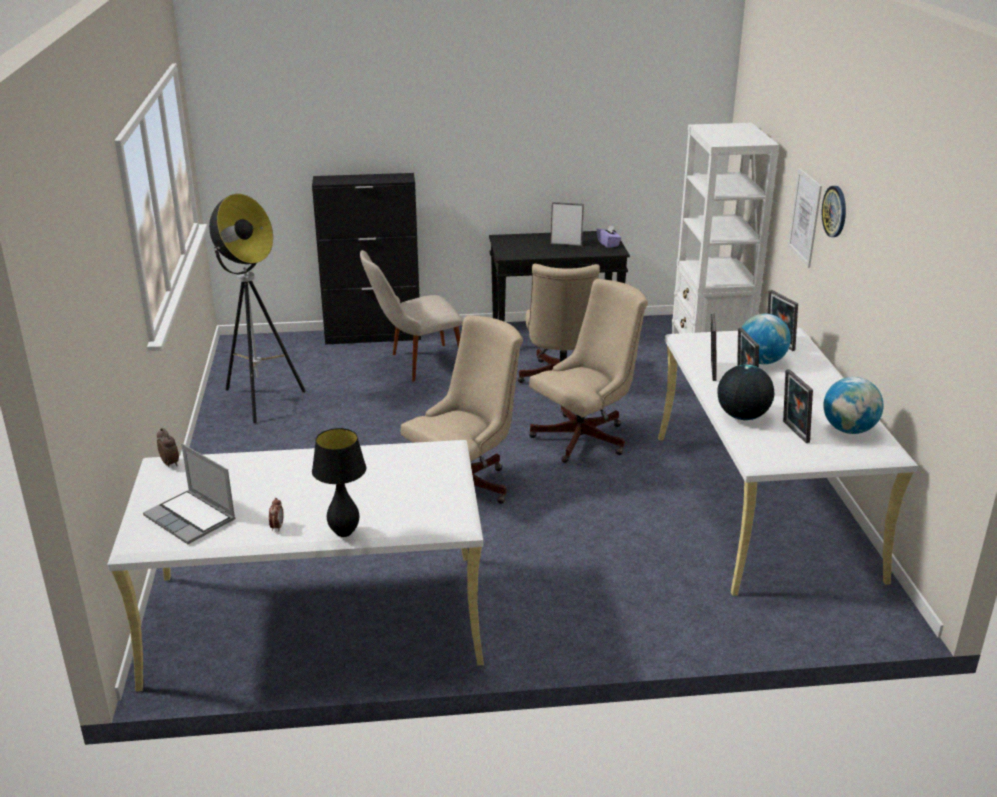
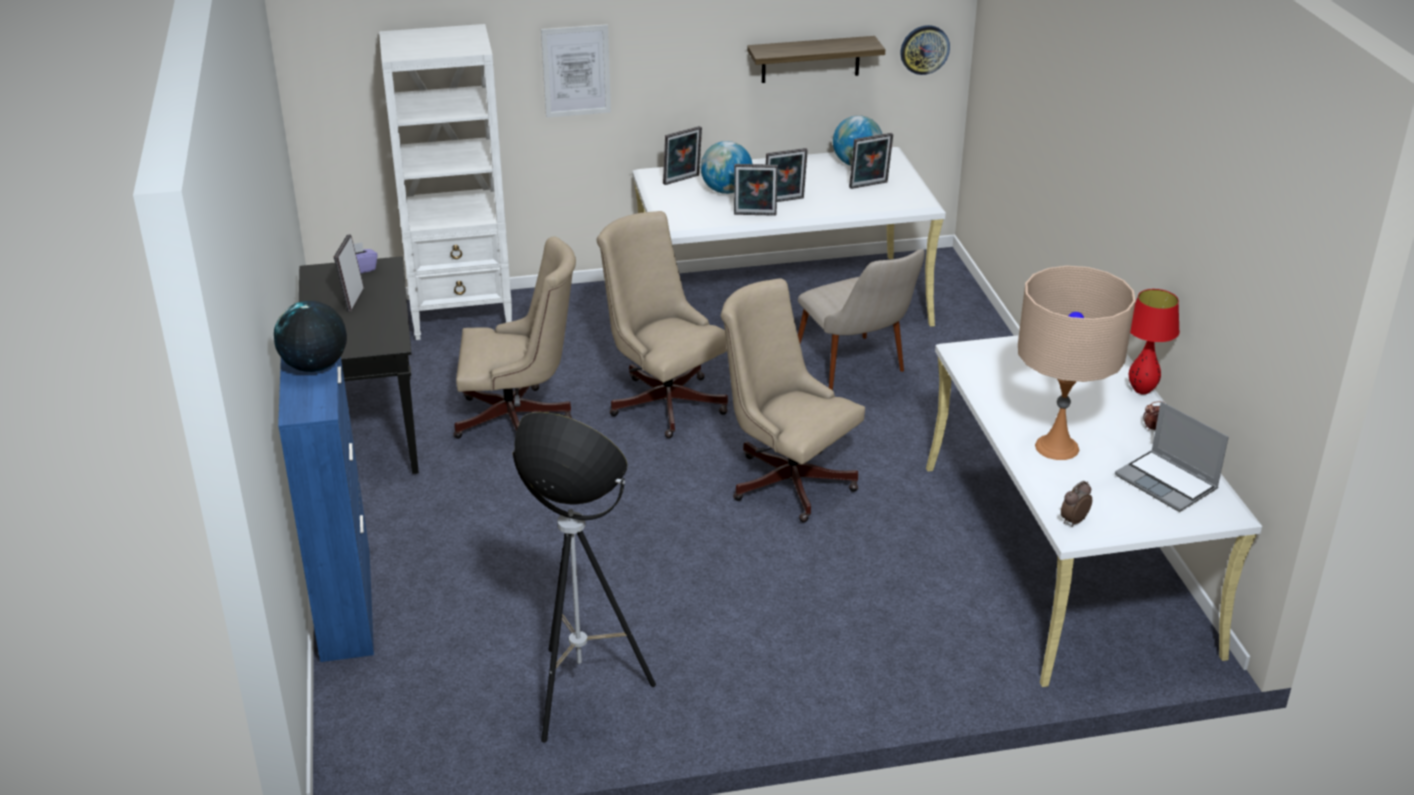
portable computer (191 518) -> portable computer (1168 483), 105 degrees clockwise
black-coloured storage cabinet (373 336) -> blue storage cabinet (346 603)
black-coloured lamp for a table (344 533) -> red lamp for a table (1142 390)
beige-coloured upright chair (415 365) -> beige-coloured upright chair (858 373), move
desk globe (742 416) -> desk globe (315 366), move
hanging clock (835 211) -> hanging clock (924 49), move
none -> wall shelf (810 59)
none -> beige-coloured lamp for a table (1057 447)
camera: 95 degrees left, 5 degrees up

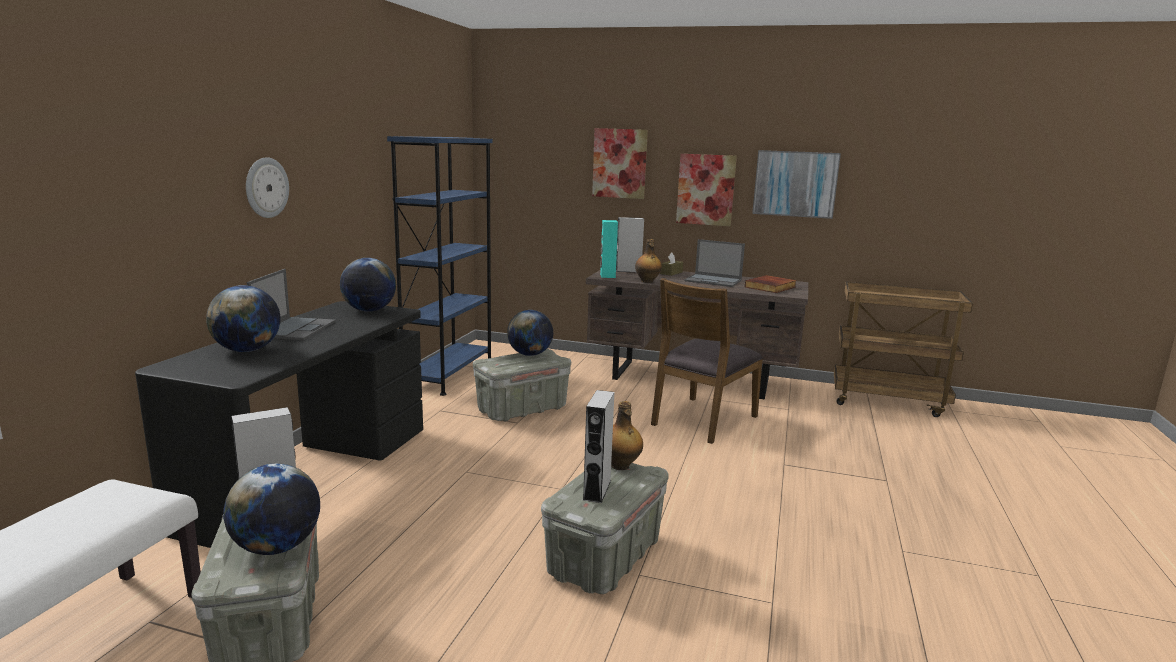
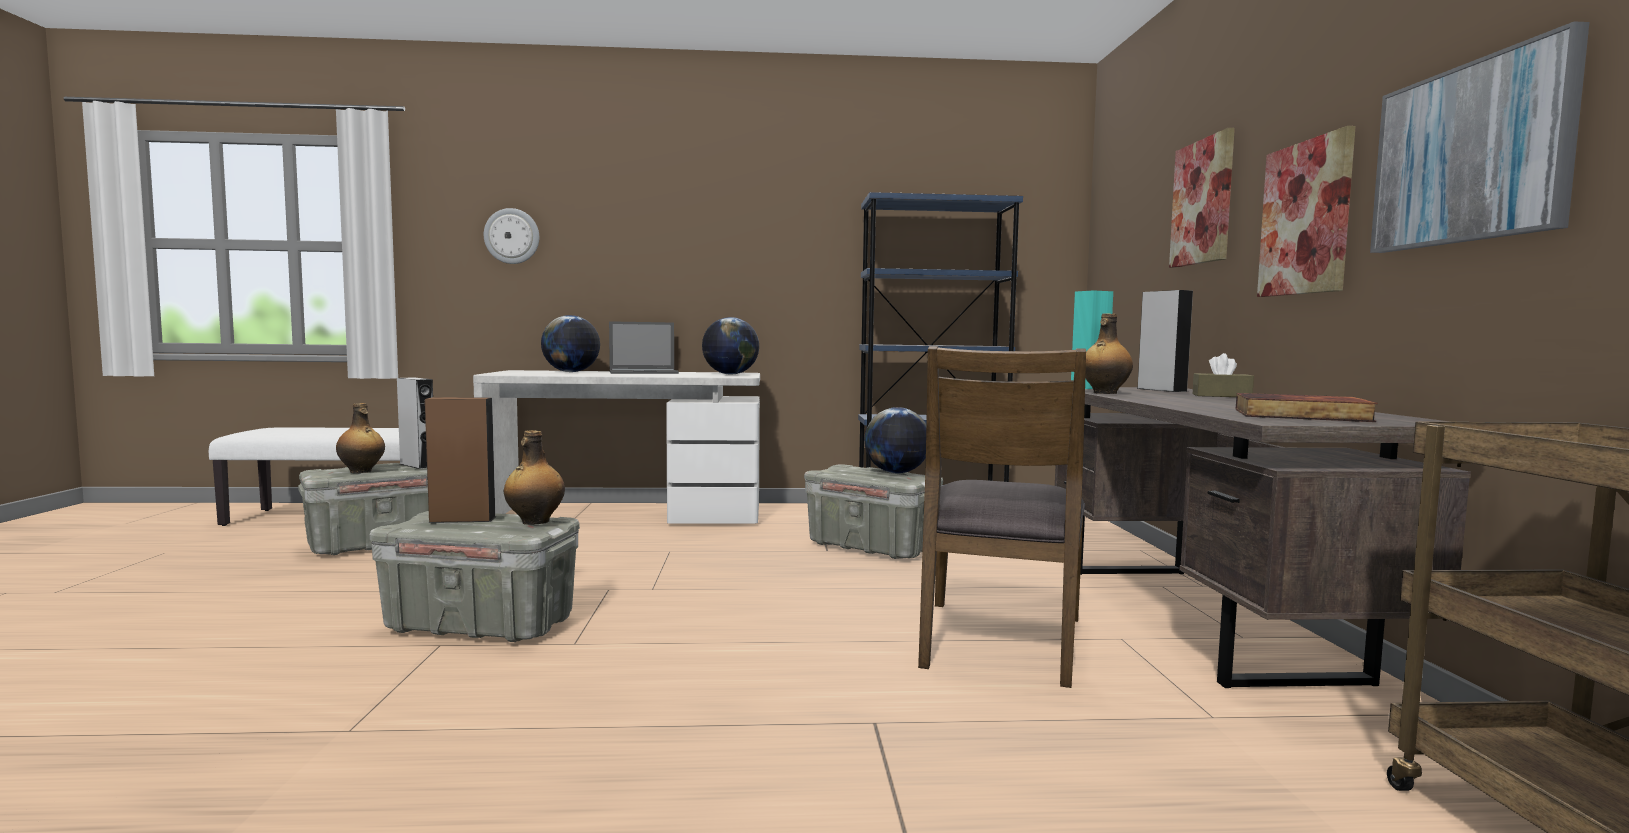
black-coloured desk (311 474) -> whitish desk (628 514)
desk globe (277 547) -> beverage bottle (361 471)
hanging clock (266 187) -> hanging clock (512 236), move
greyish speaker (597 490) -> brownish speaker (462 519)
brownish upright chair (702 420) -> brownish upright chair (999 641), 90 degrees counterclockwise
portable computer (714 281) -> none
camera: 70 degrees right, 10 degrees down

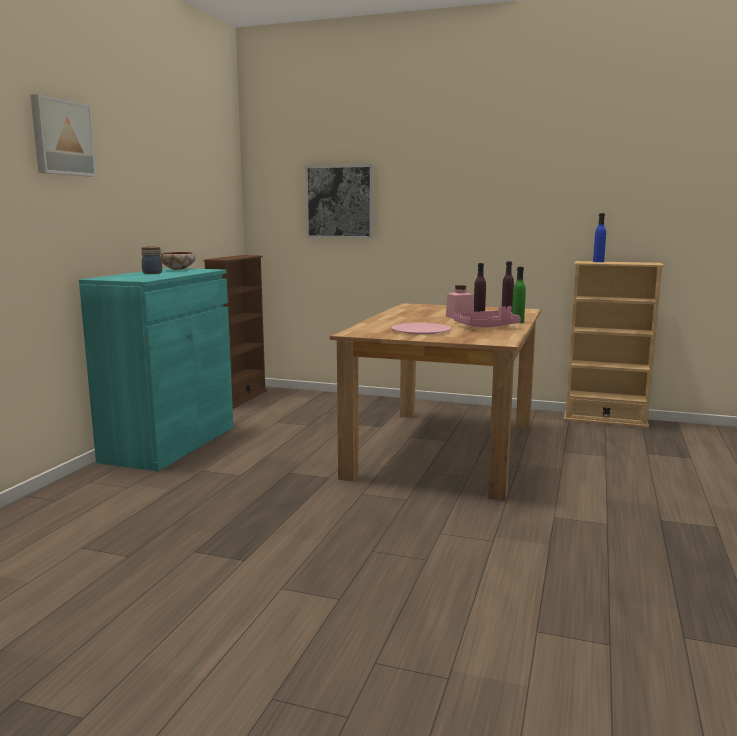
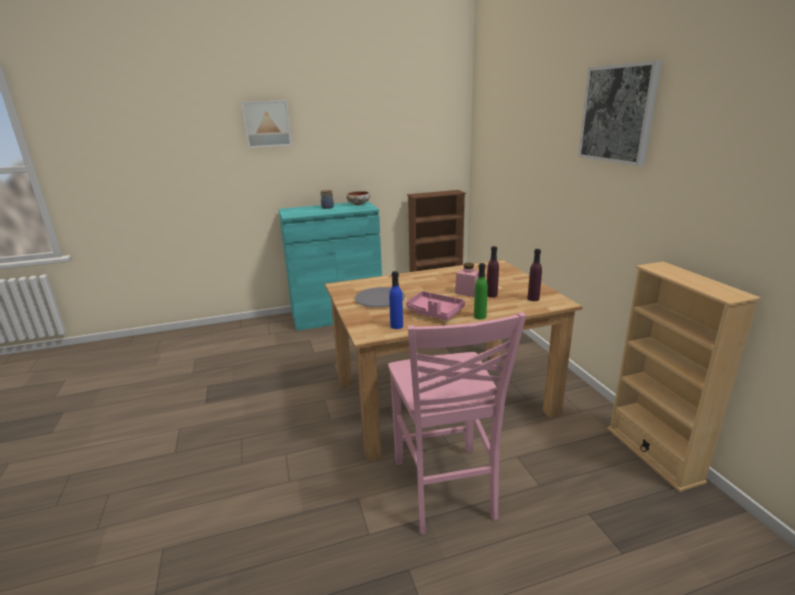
picture (340 202) -> picture (617 114), move
pinkish dinner plate (421 331) -> greyish dinner plate (379 299)
blue beverage bottle (598 261) -> blue beverage bottle (396 326), move
none -> pinkish upright chair (445 490)
camera: 55 degrees right, 10 degrees up

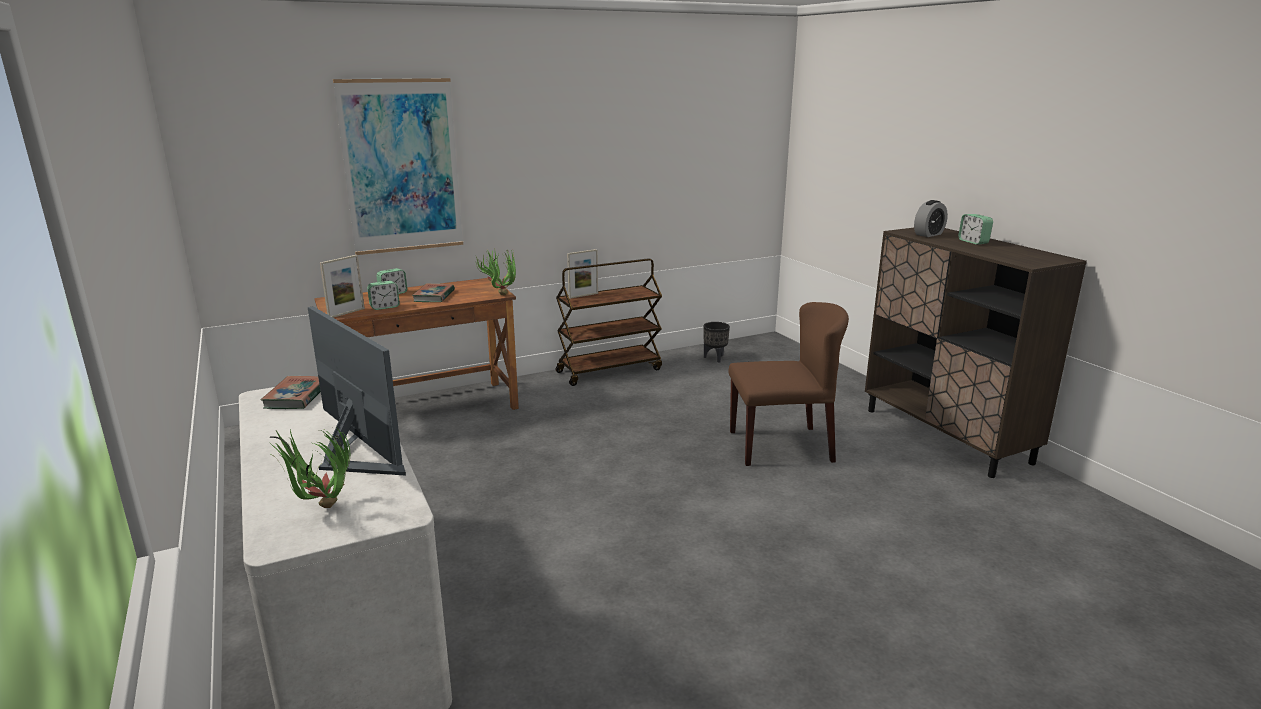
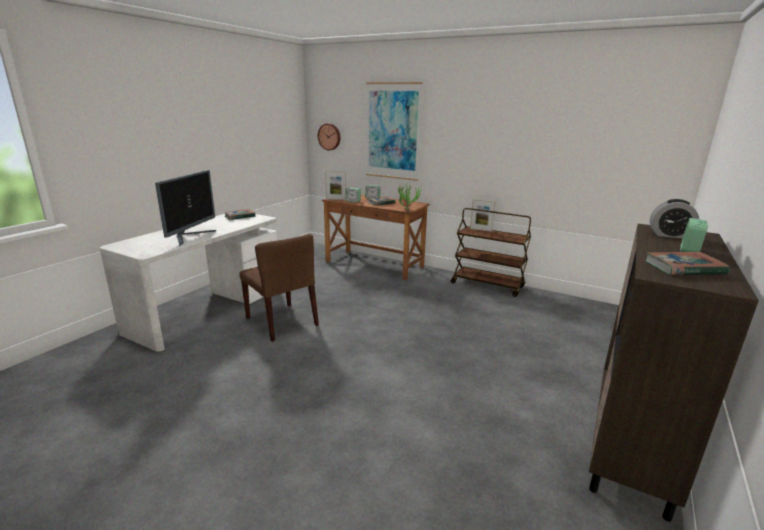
houseplant (319 511) -> none
black-coloured planter (715 358) -> none
brownish upright chair (781 446) -> brownish upright chair (282 322), move
none -> hanging clock (329 136)
none -> bound book (683 268)
camera: 55 degrees right, 0 degrees up

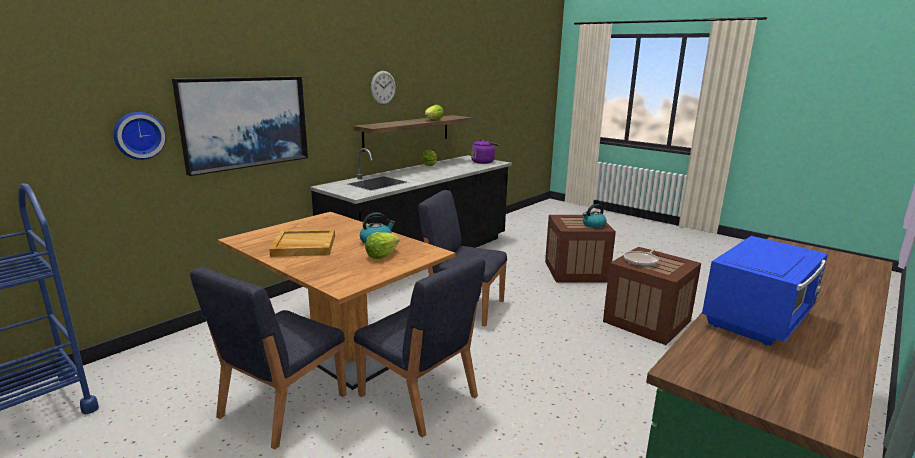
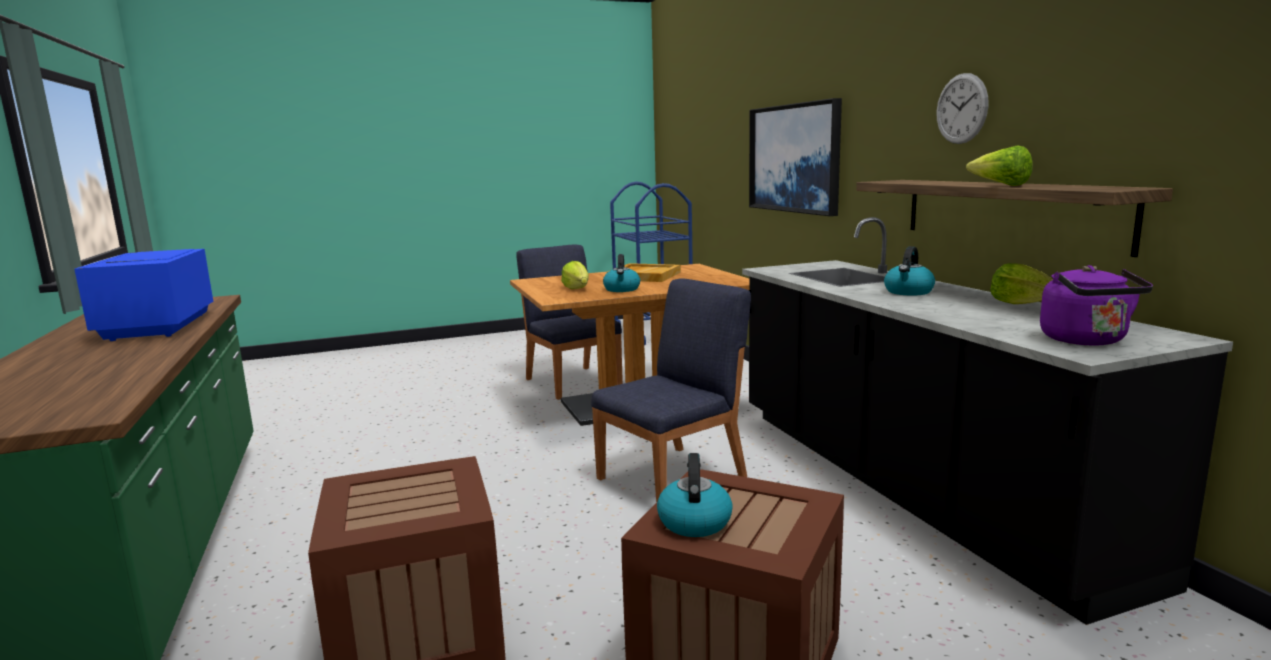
hanging clock (138 135) -> none
blue upright chair (418 397) -> none
frying pan (641 261) -> none
none -> water kettle (908 292)
camera: 120 degrees right, 5 degrees down

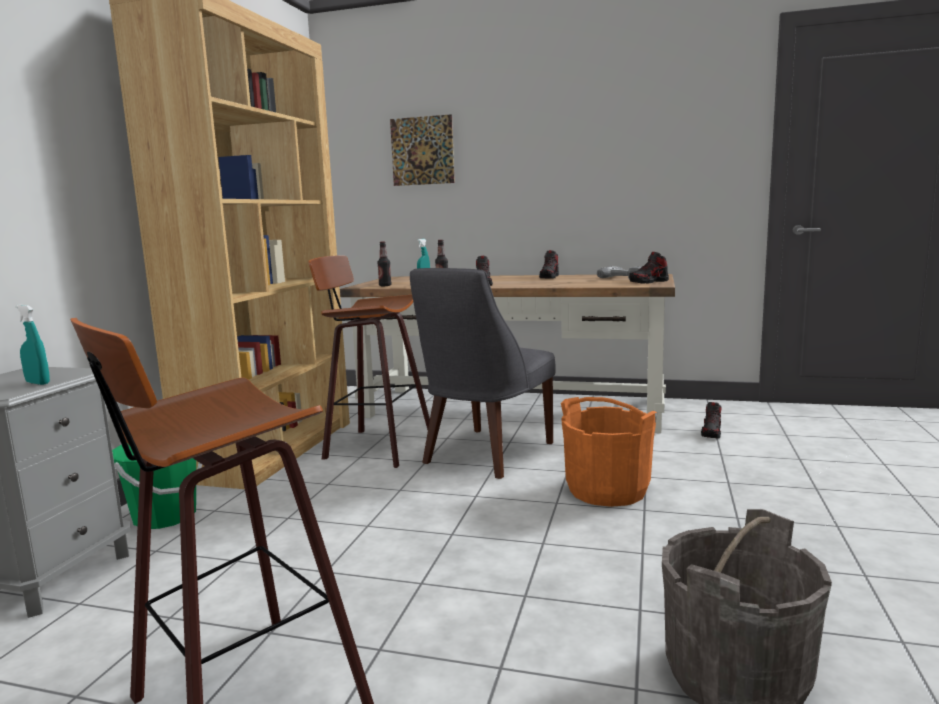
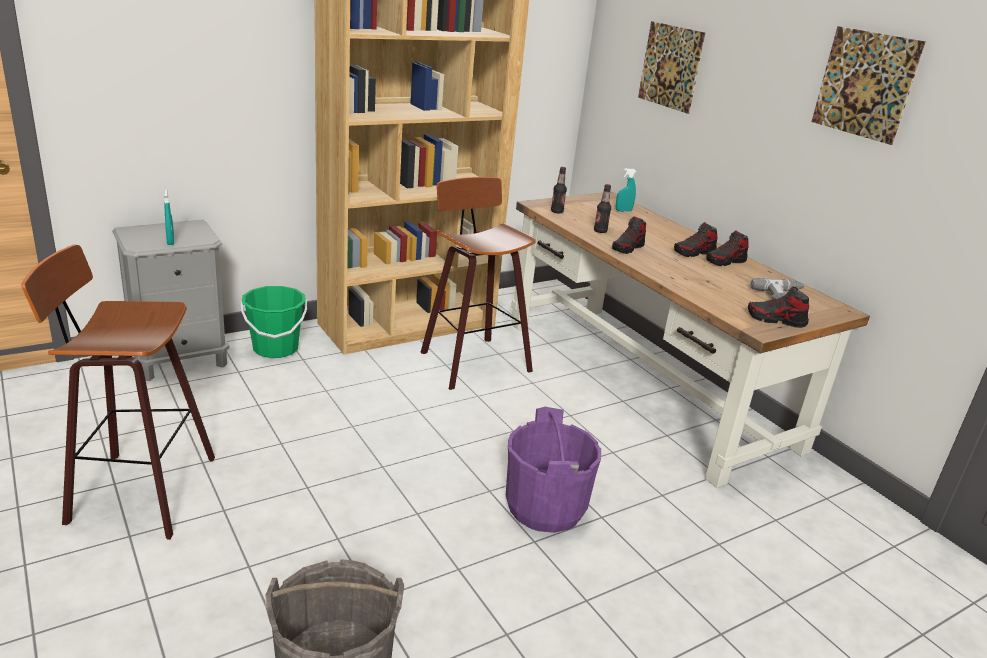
greyish upright chair (484 455) -> none
orangey water bucket (607 490) -> purple-coloured water bucket (545 507)
shoe (711 433) -> shoe (694 253), move
none -> picture (865 84)
camera: 40 degrees right, 15 degrees up

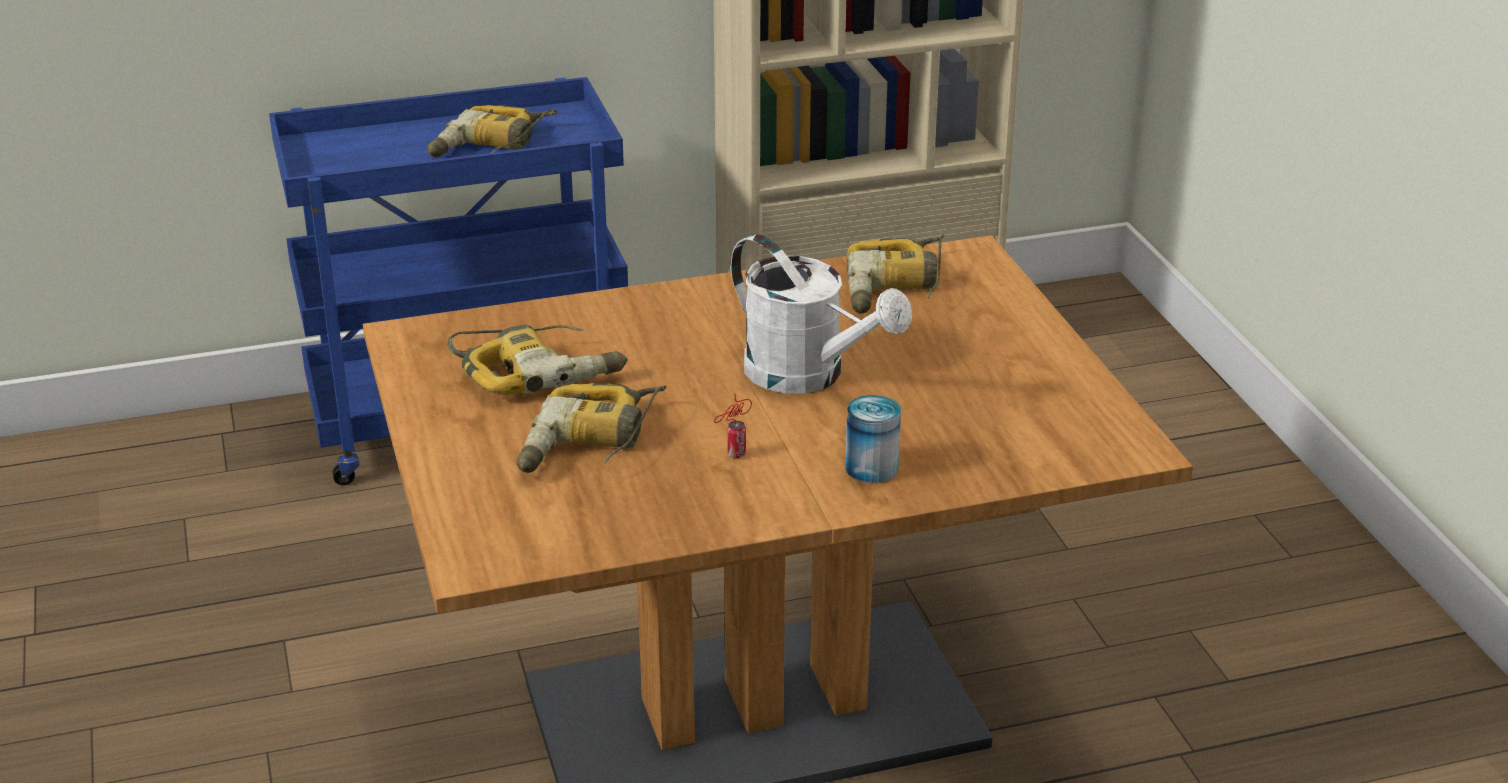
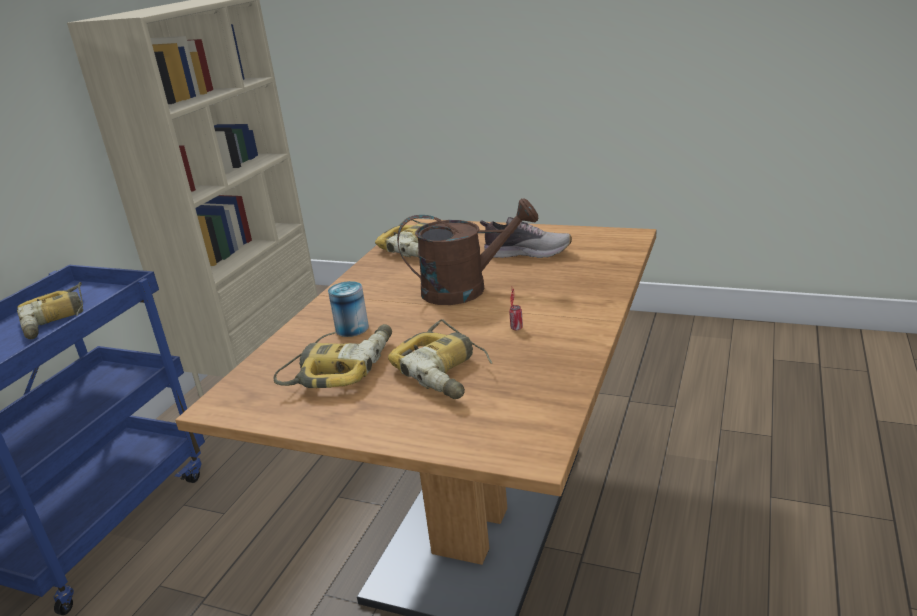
whitish watering can (808 376) -> brownish watering can (466 289)
metal can (871 468) -> metal can (352 328), move
none -> shoe (527 253)
camera: 50 degrees left, 5 degrees down

